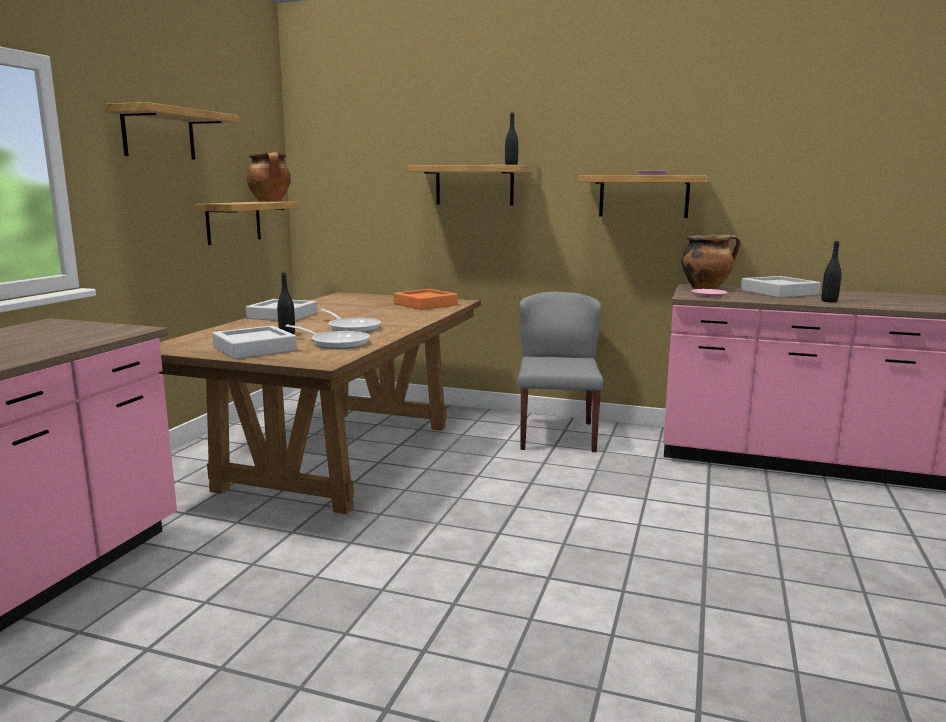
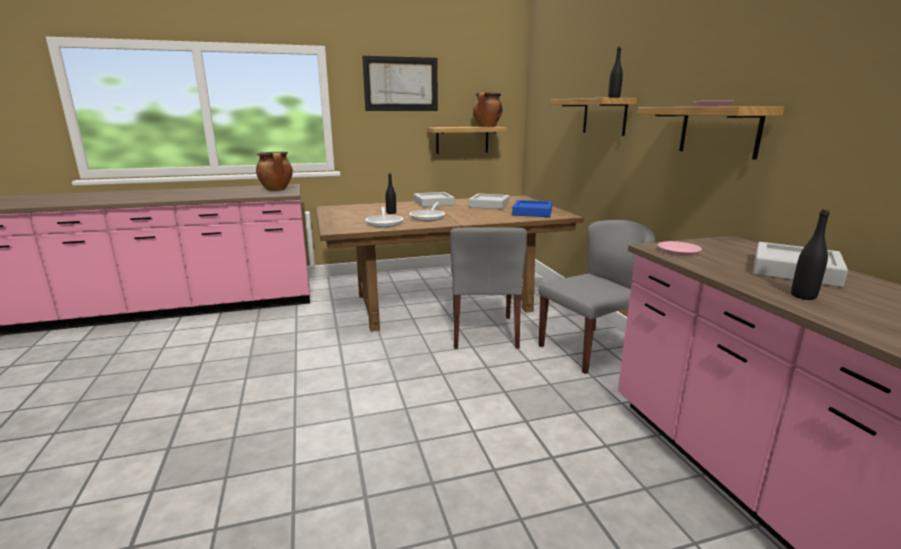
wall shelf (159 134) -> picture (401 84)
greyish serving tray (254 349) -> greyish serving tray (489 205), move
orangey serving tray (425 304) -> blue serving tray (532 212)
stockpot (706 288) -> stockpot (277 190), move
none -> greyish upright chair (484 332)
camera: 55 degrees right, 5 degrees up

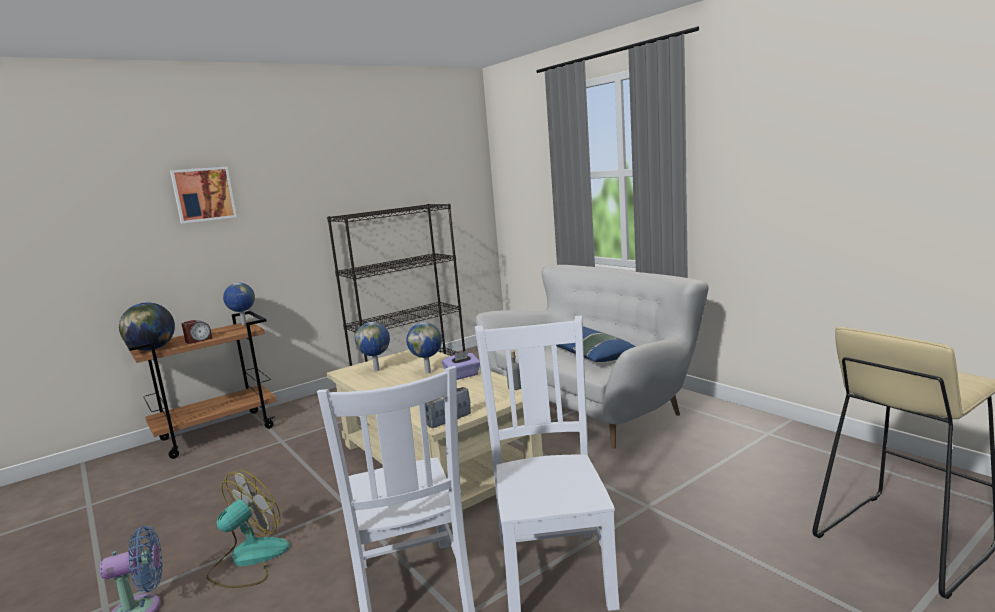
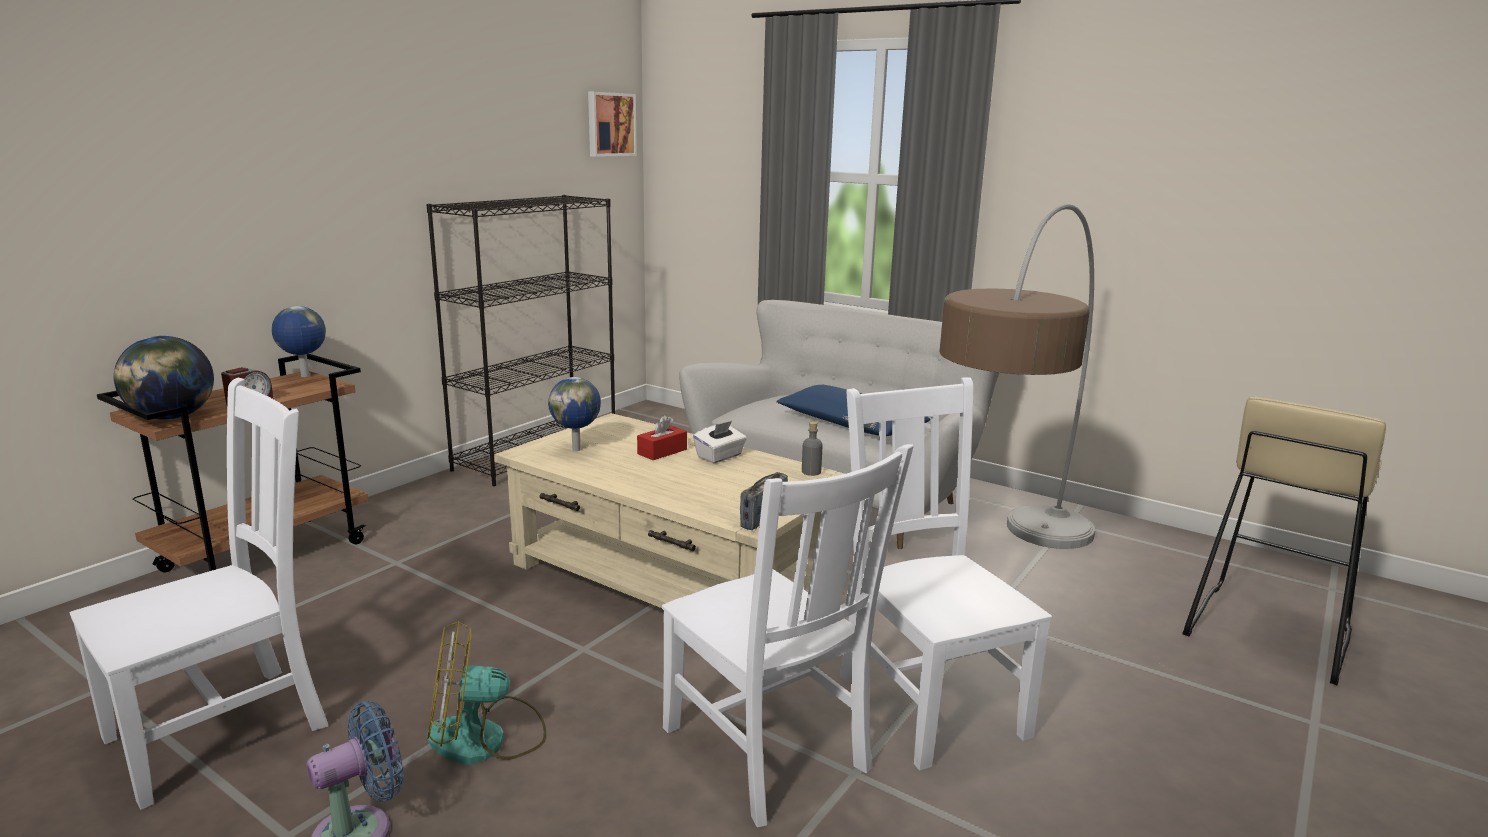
picture (203 194) -> picture (610 124), move
electric fan (248 560) -> electric fan (485 739), 120 degrees counterclockwise
desk globe (428 372) -> red tissue box (662 452)
purple-coloured tissue box (462 376) -> whitish tissue box (720 457)
none -> whitish upright chair (225 729)
none -> standing lamp (1011 574)
camera: 20 degrees left, 5 degrees up

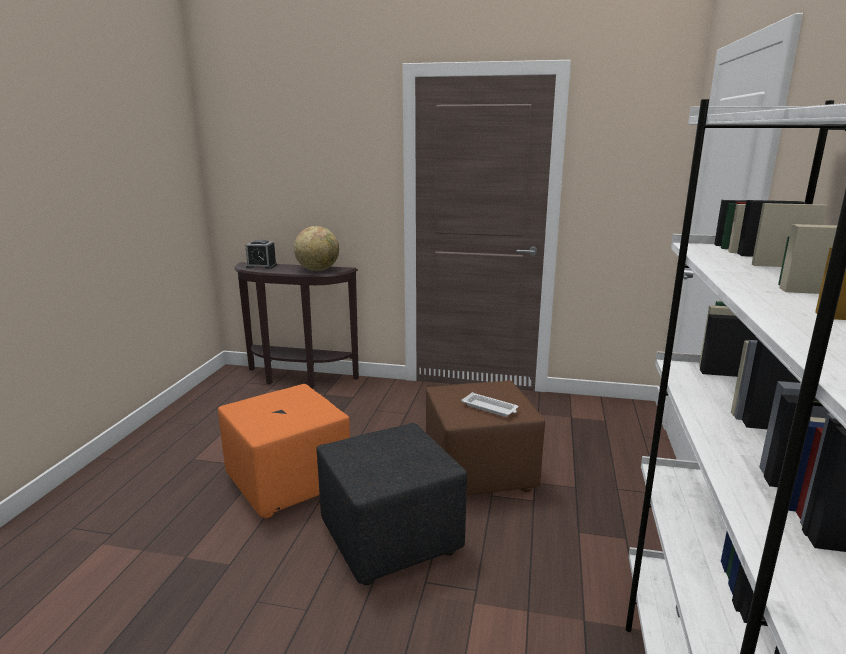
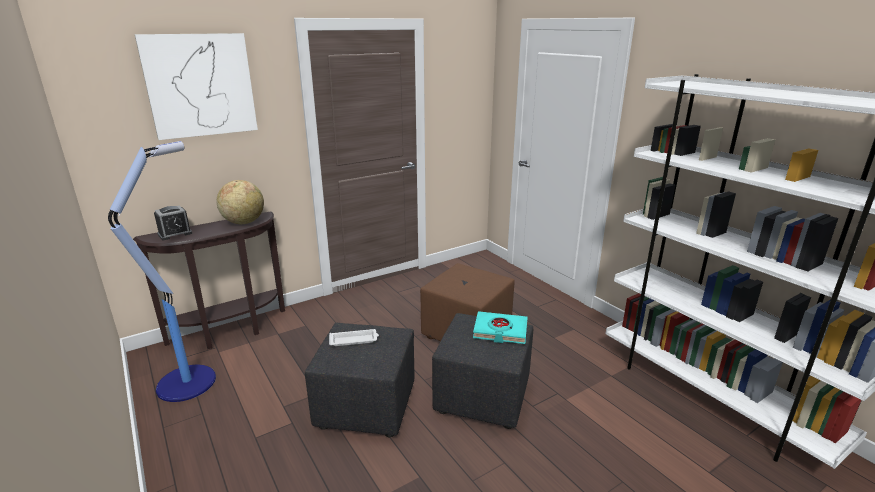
orangey footrest (288 483) -> black-coloured footrest (365 406)
whitish serving tray (490 408) -> whitish serving tray (354 340), move
none -> standing lamp (189 381)
none -> picture (200 85)
none -> blue-green bound book (500 331)
camera: 45 degrees left, 5 degrees up

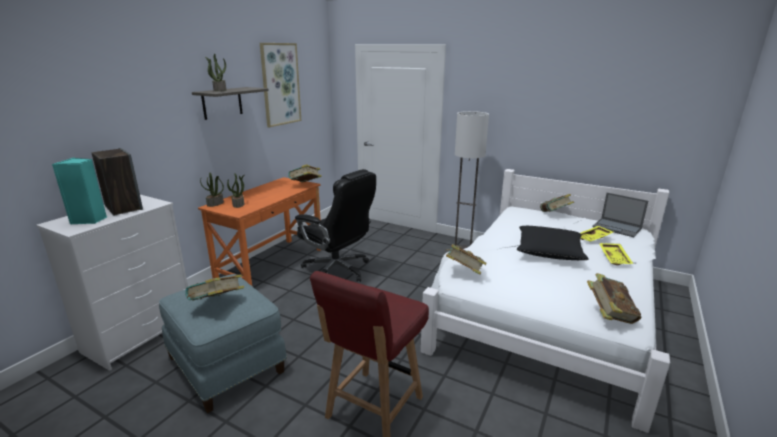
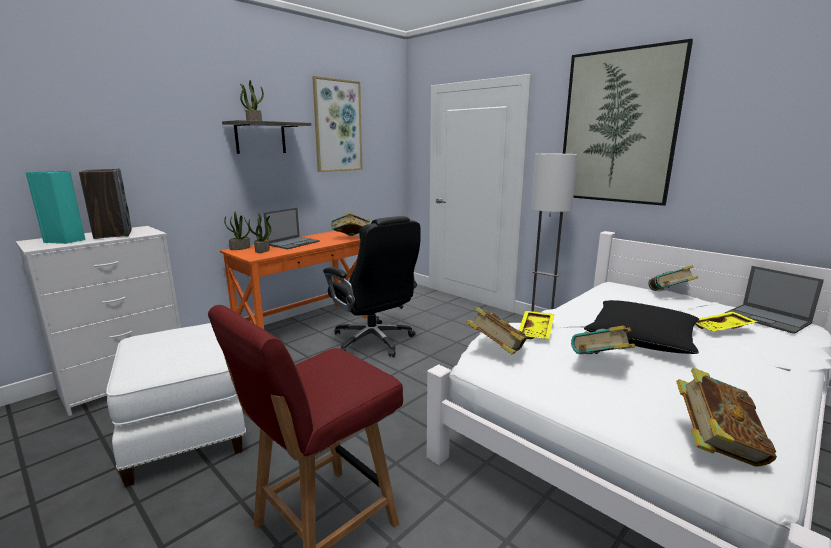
blue footrest (227 363) -> whitish footrest (188 430)
bound book (217 304) -> bound book (600 364), move
yellow-coloured serving tray (615 258) -> yellow-coloured serving tray (536 331), move
none -> portable computer (293 243)
none -> picture (618 127)
camera: 15 degrees right, 5 degrees down

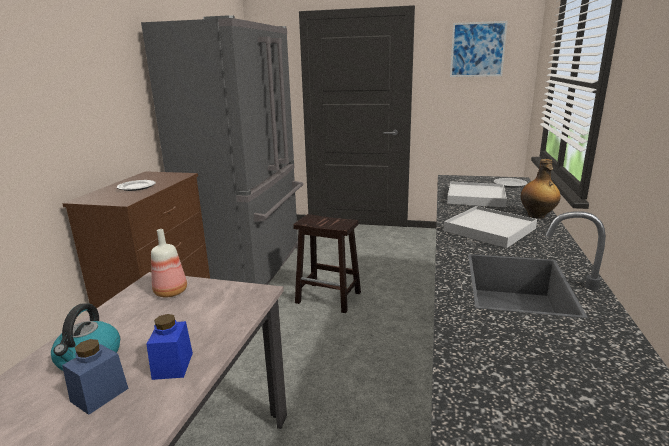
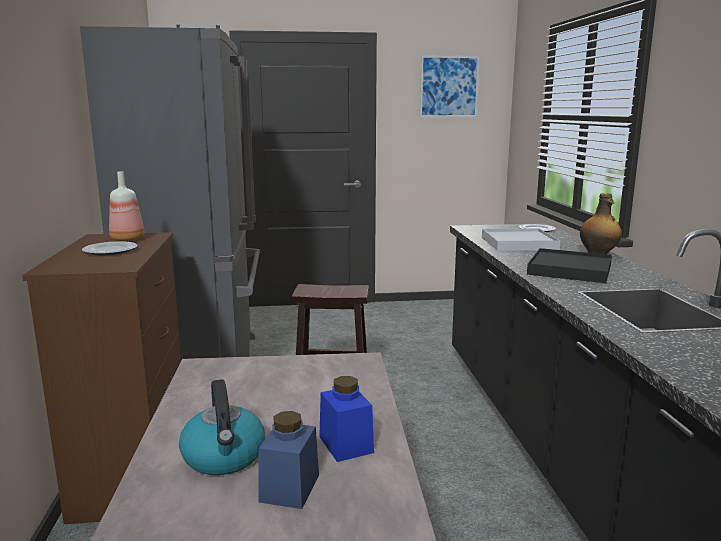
beverage bottle (172 292) -> beverage bottle (128 239), move
whitish serving tray (489 229) -> black-coloured serving tray (569 270)
camera: 20 degrees left, 5 degrees down

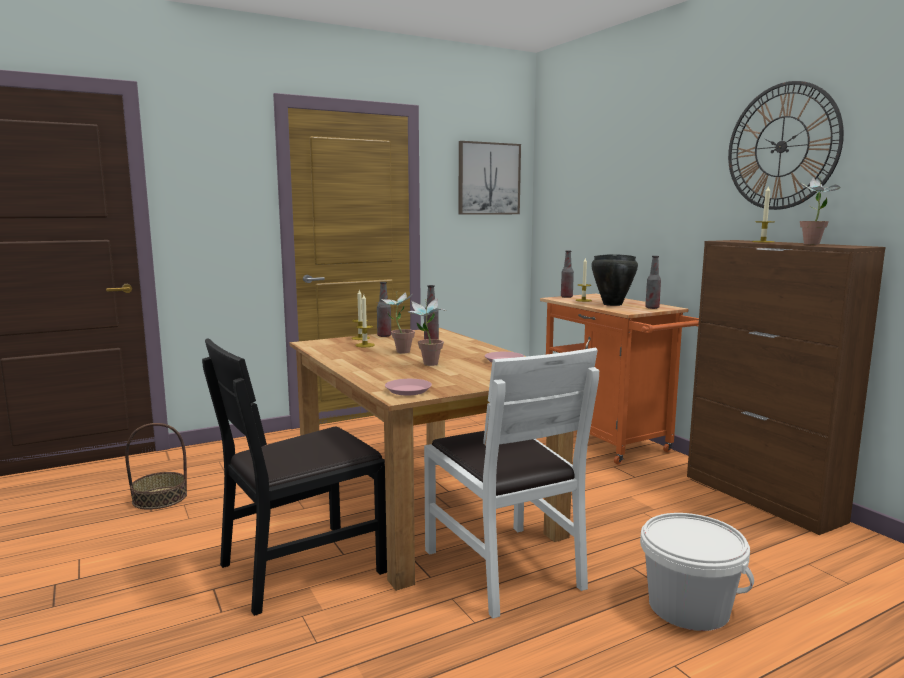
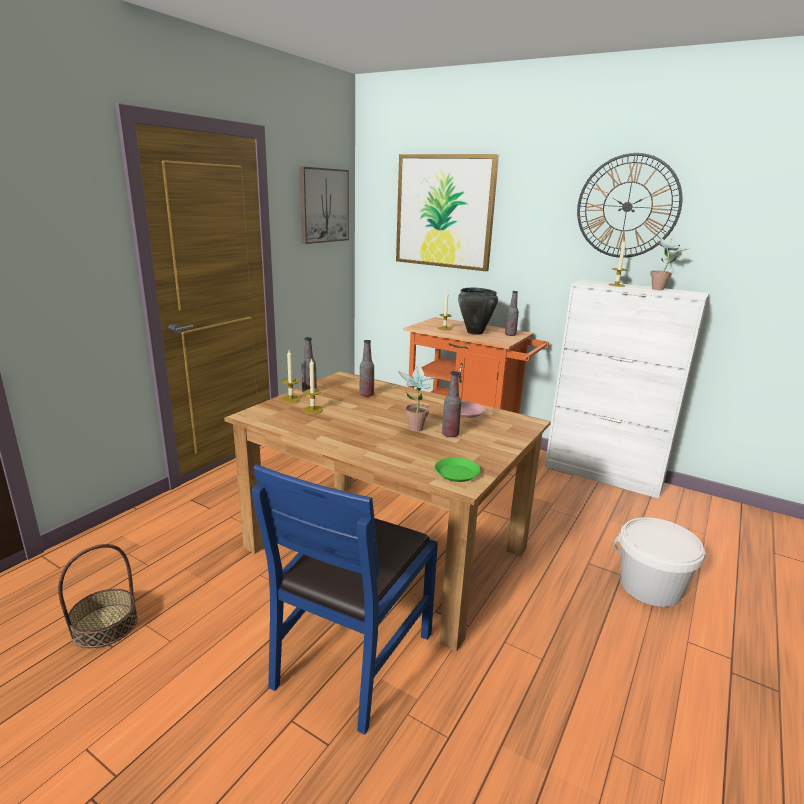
black-coloured upright chair (303 566) -> blue upright chair (352 657)
houseplant (398 351) -> none
pinkish dinner plate (408 390) -> green-coloured dinner plate (457 473)
whitish upright chair (504 567) -> none
beverage bottle (566 297) -> beverage bottle (450 434), move
brownish storage cabinet (762 498) -> whitish storage cabinet (603 475)
none -> picture (444 212)
camera: 30 degrees left, 10 degrees up

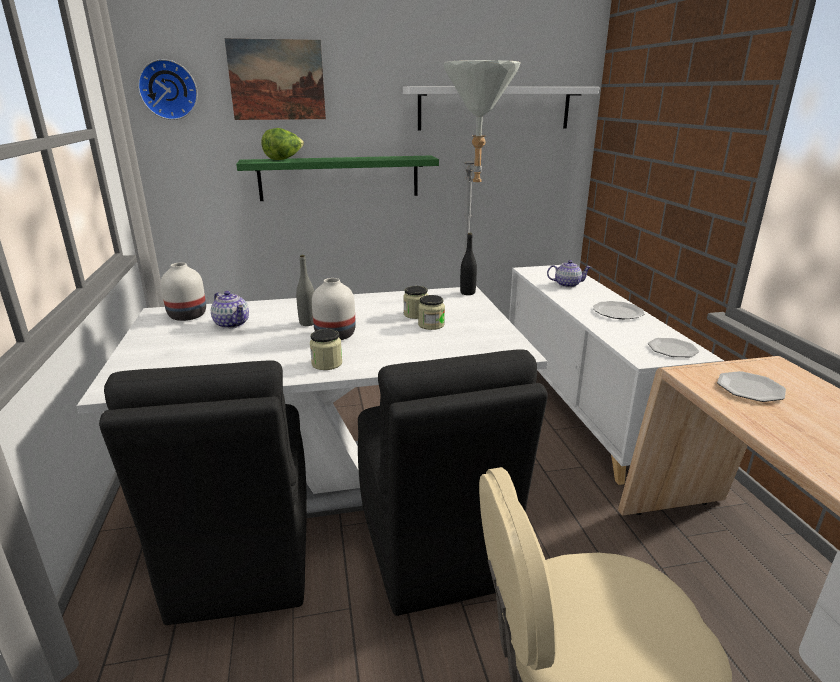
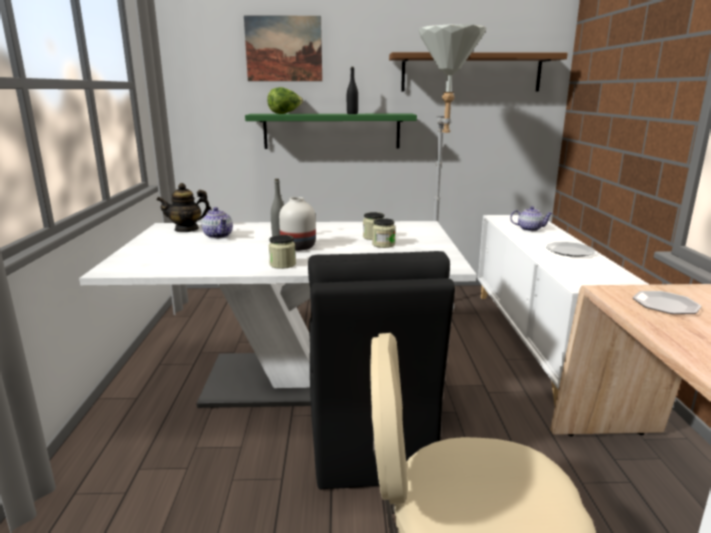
black-coloured upright chair (242 557) -> none
hanging clock (169 90) -> none
whitish decorative vase (188 316) -> teapot (187 229)
whitish wall shelf (494 108) -> brownish wall shelf (471 73)
black-coloured beverage bottle (467 293) -> black-coloured beverage bottle (352 114), move
dinner plate (672 350) -> none
camera: 10 degrees right, 5 degrees down

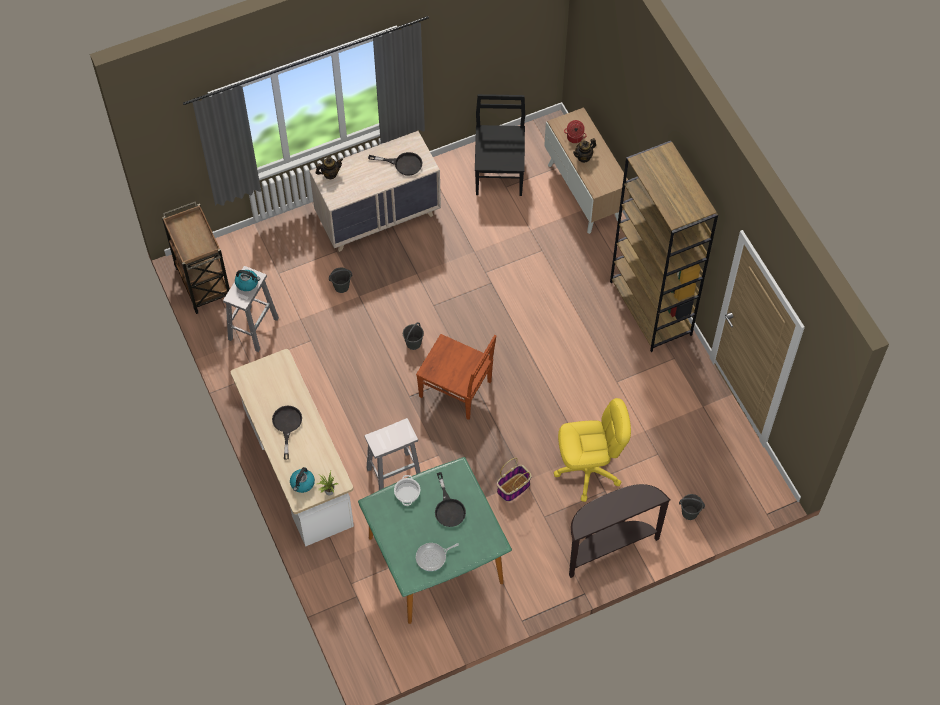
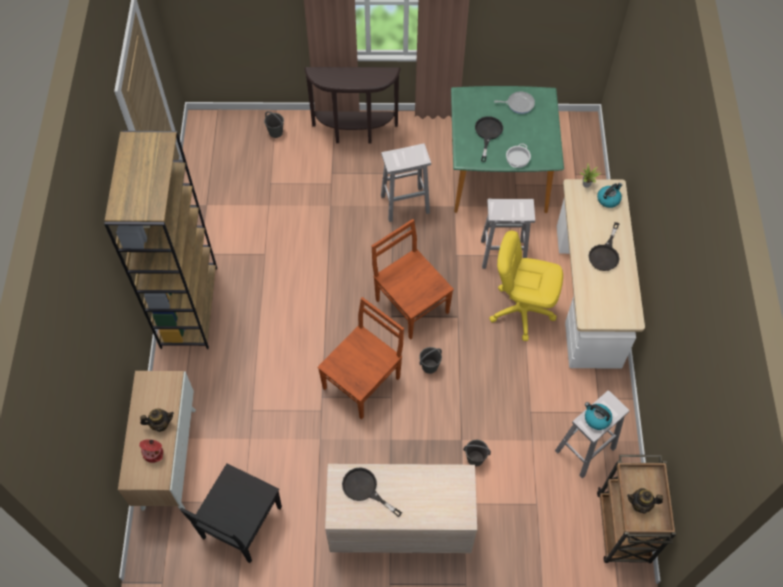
teapot (330 174) -> teapot (640 504), move
household basket (513 488) -> whitish sitting stool (406 204)
yellow-coloured desk chair (588 471) -> yellow-coloured desk chair (521 310), move
none -> brownish upright chair (363 381)
camera: 155 degrees left, 0 degrees up

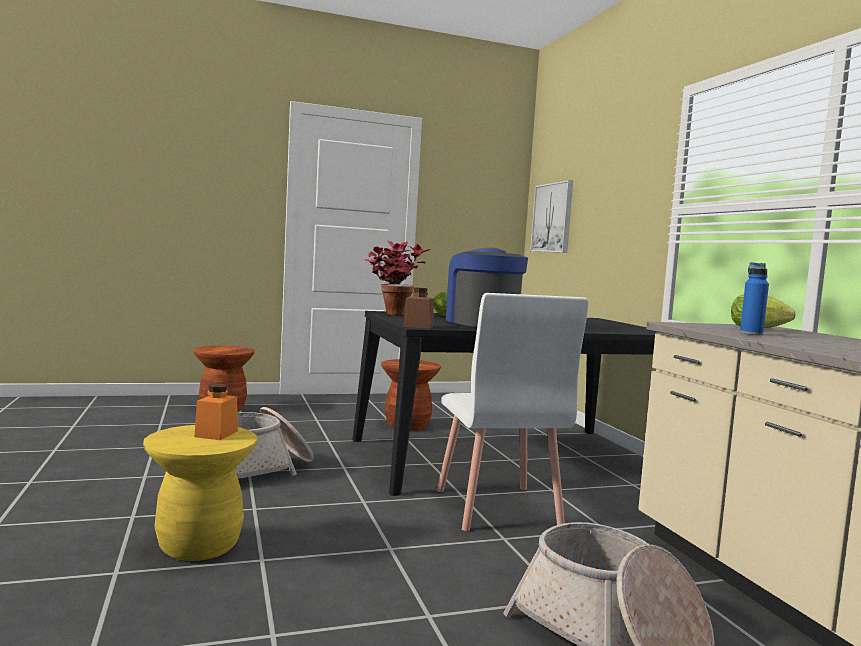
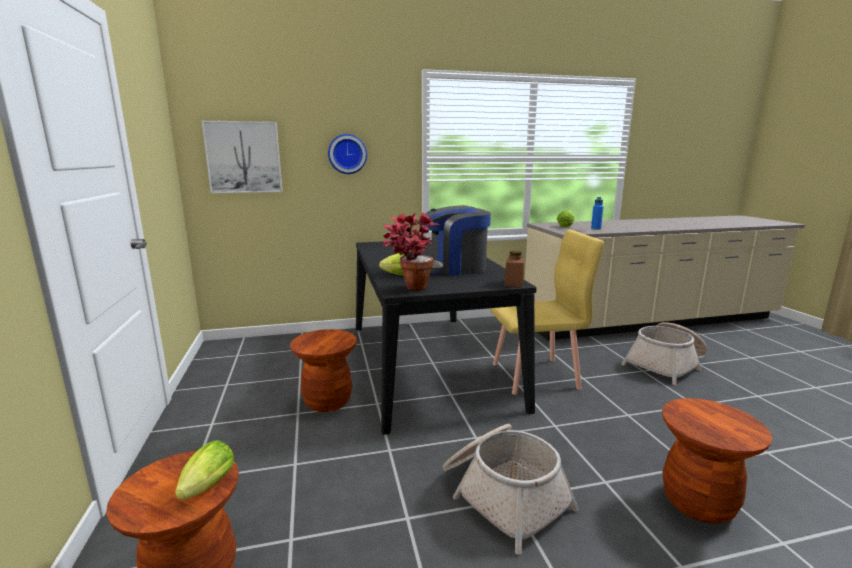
yellow-coloured sitting stool (199 545) -> brownish sitting stool (698 502)
orangey jar (216 434) -> none
whitish upright chair (496 508) -> yellow-coloured upright chair (536 376)
none -> head of lettuce (206 489)
none -> hanging clock (347 154)
camera: 85 degrees left, 10 degrees up

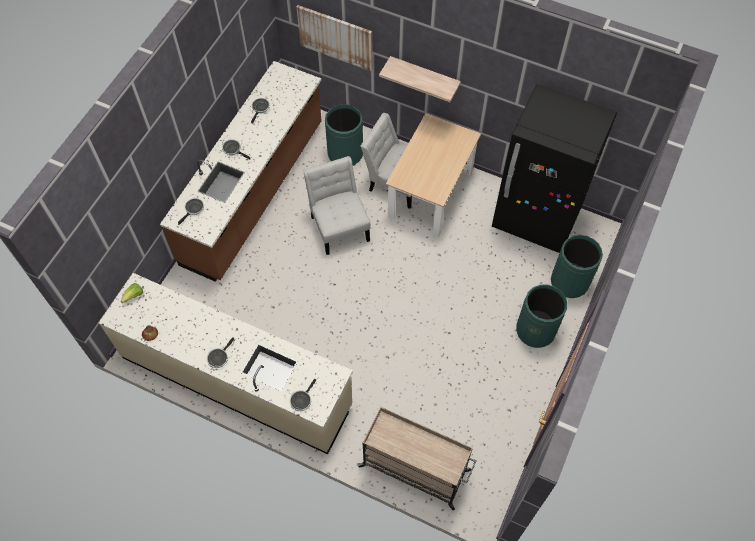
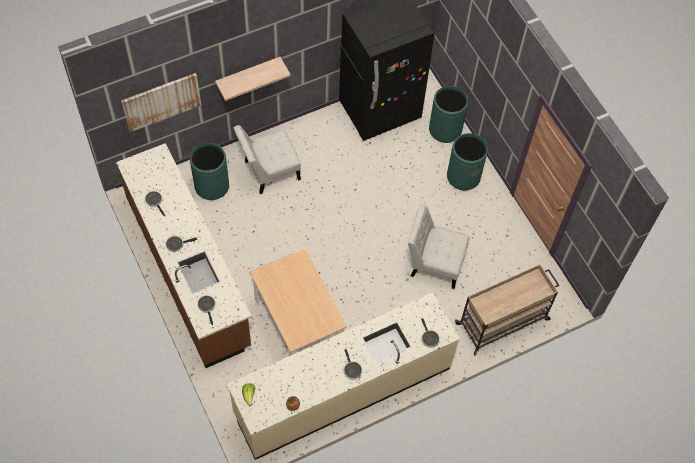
whitish upright chair (339 225) -> whitish upright chair (434 262), move
beige-coloured dining table (430 194) -> beige-coloured dining table (298 325), move
camera: 55 degrees left, 0 degrees up

